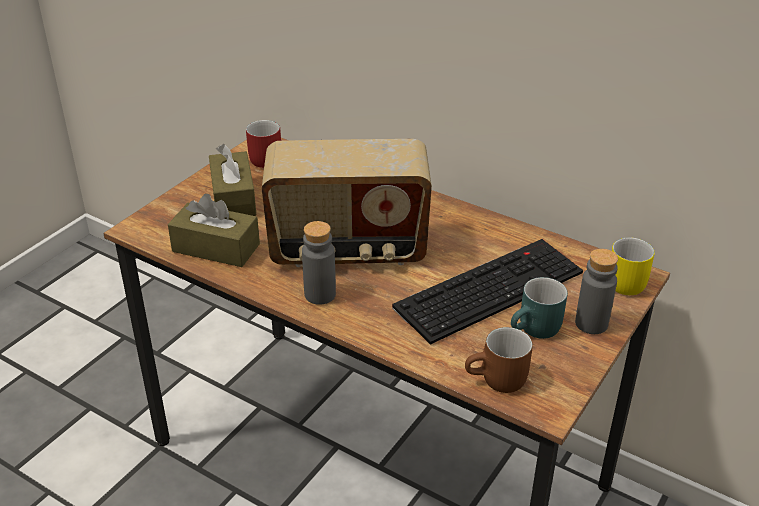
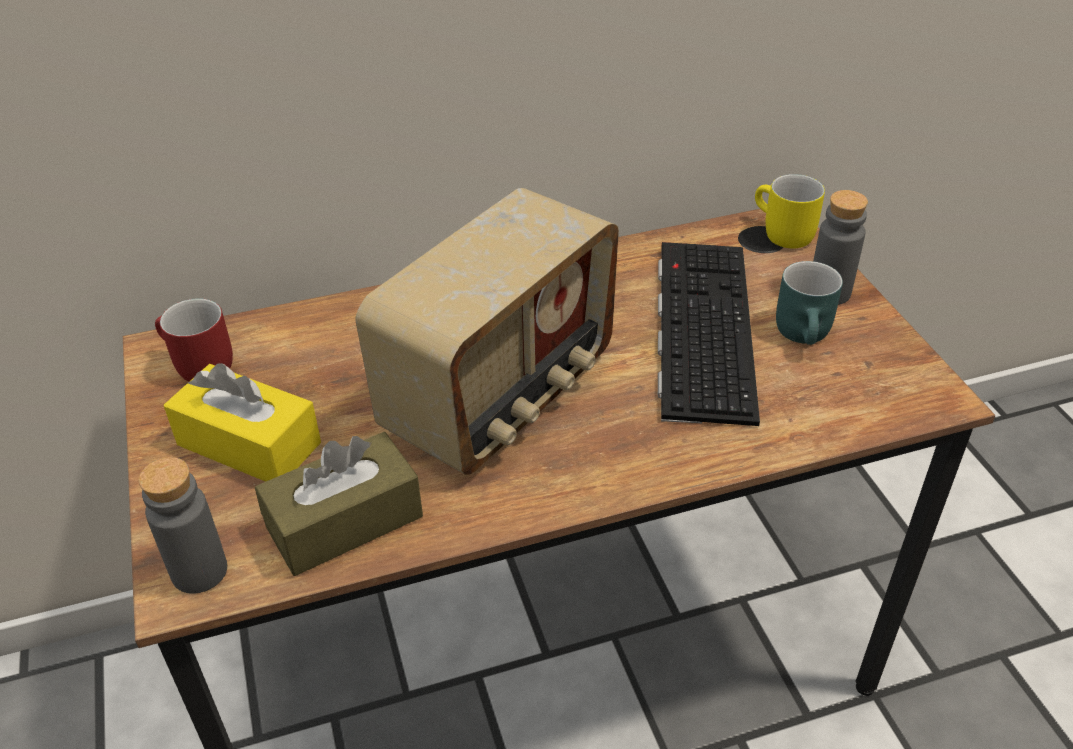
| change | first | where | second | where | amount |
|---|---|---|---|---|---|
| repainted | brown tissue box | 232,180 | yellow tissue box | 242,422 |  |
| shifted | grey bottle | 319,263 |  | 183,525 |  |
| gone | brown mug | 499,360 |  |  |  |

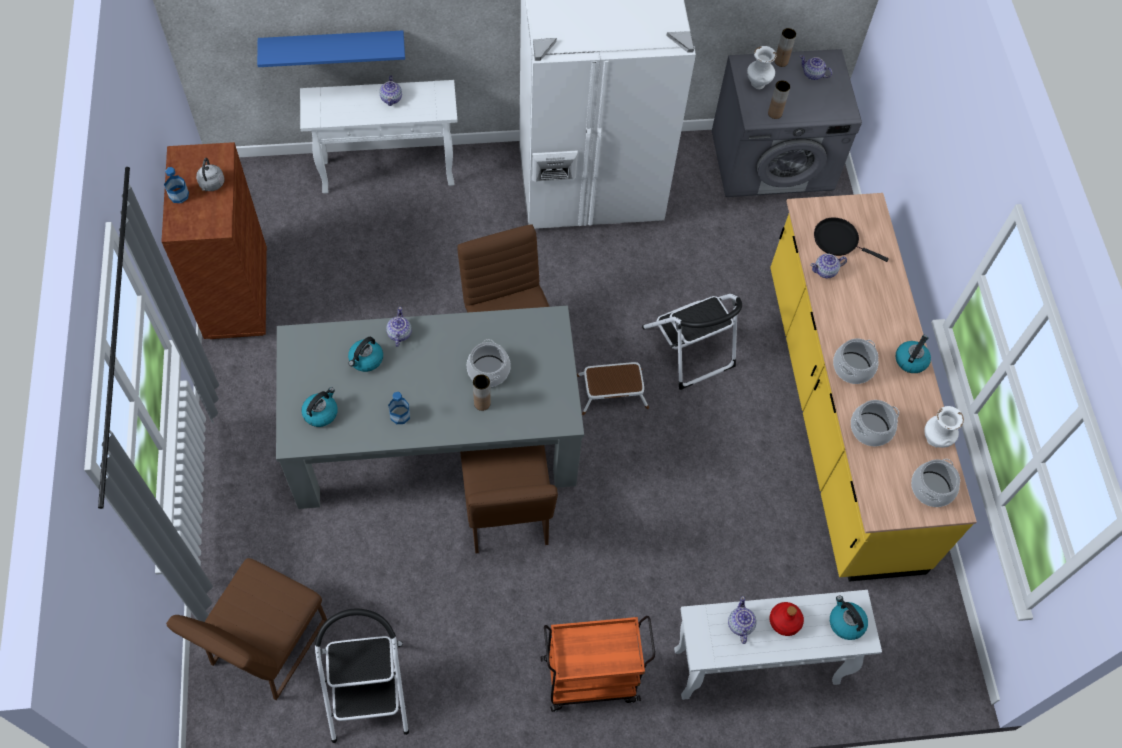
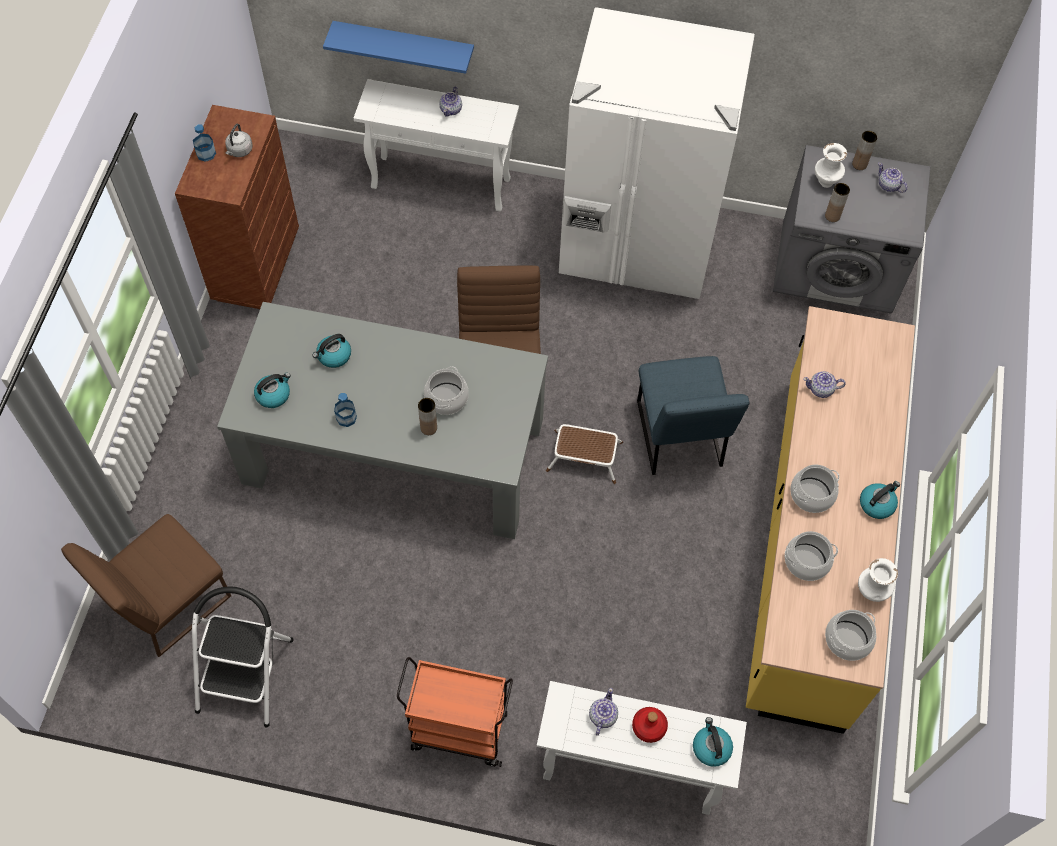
| change | first | where | second | where | amount |
|---|---|---|---|---|---|
| gone | teapot | 399,327 |  |  |  |
| gone | brown chair | 509,499 |  |  |  |
| swapped | step ladder | 692,342 | blue chair | 693,415 |  |
| gone | black frying pan | 851,239 |  |  |  |

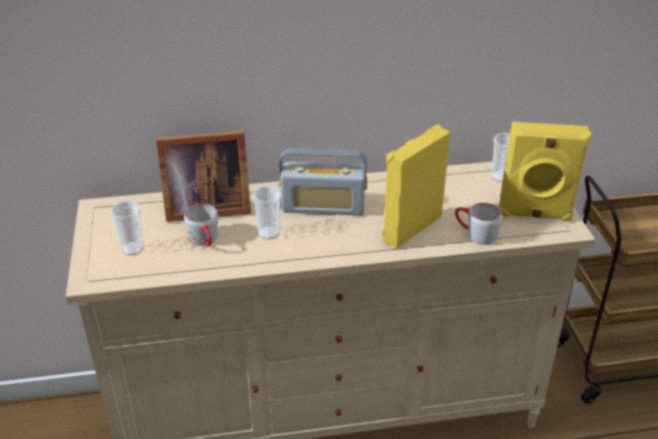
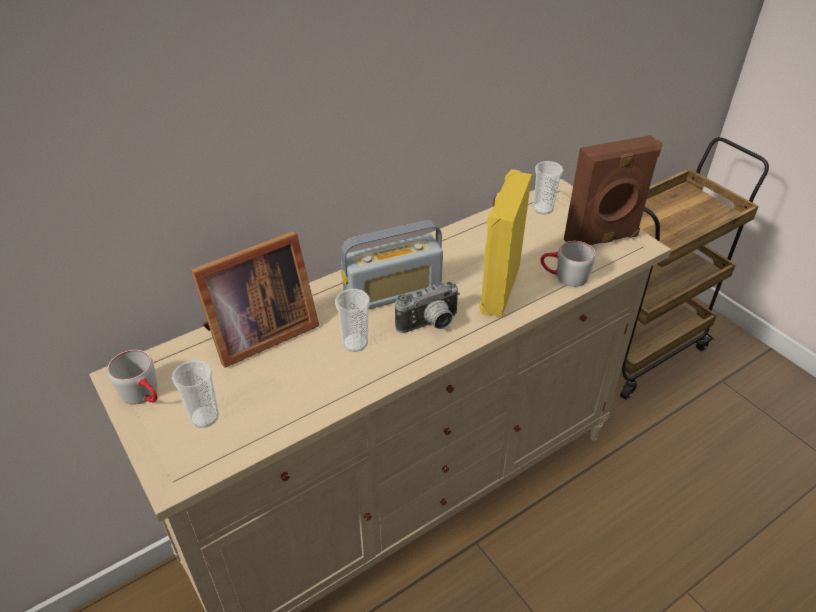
| change | first | where | second | where | amount |
|---|---|---|---|---|---|
| shifted | grey mug | 201,224 |  | 133,377 |  |
| repainted | yellow speaker | 545,171 | brown speaker | 613,190 |  |
| new |  |  | photo camera | 427,307 |  |

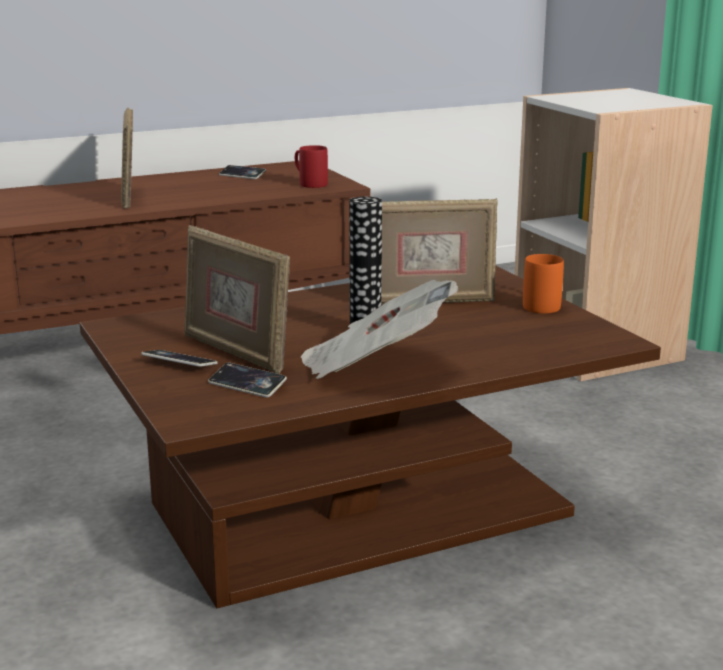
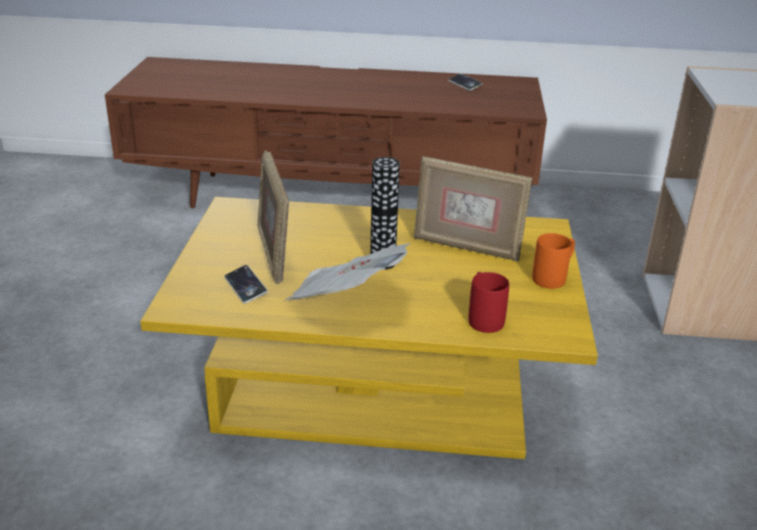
| change | first | where | second | where | amount |
|---|---|---|---|---|---|
| repainted | brown coffee table | 370,437 | yellow coffee table | 369,328 |  |
| gone | picture frame | 127,158 |  |  |  |
| gone | phone | 179,358 |  |  |  |
| shifted | red mug | 311,166 |  | 488,302 |  |

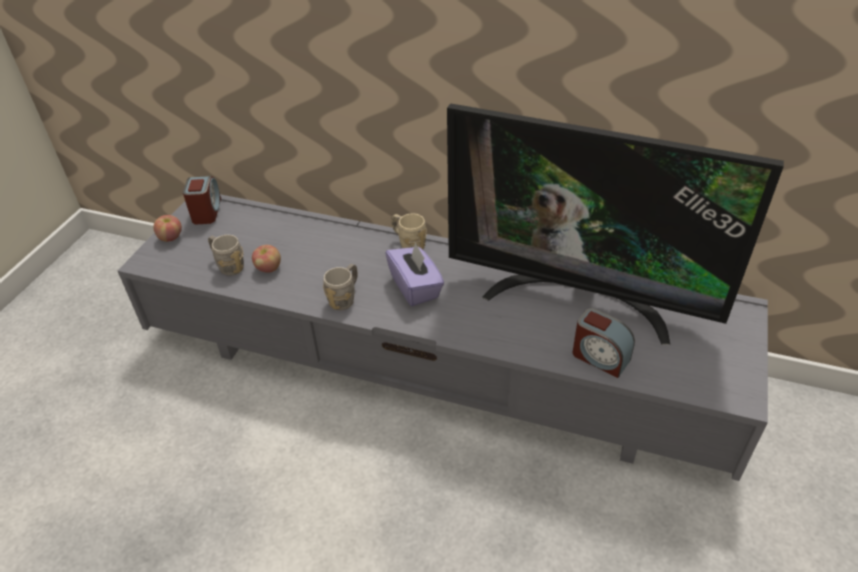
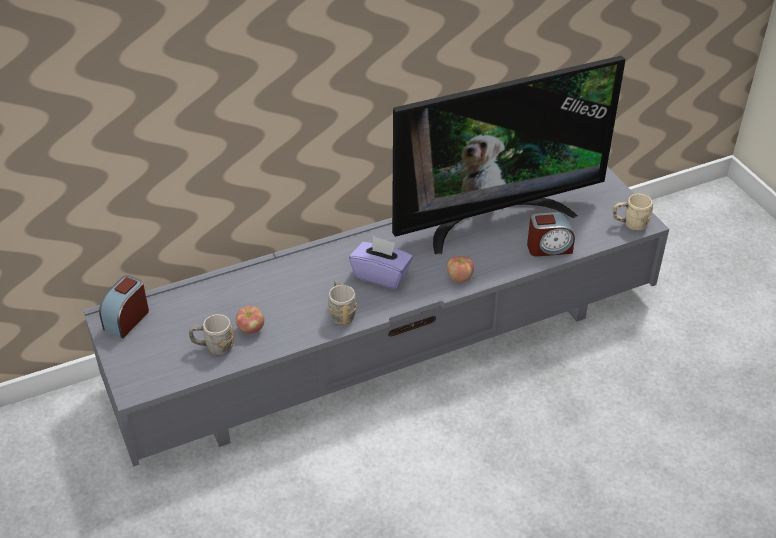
| change | first | where | second | where | amount |
|---|---|---|---|---|---|
| shifted | apple | 167,228 |  | 460,269 |  |
| rotated | alarm clock | 202,200 |  | 124,307 | 105 degrees counterclockwise |
| shifted | beige mug | 409,231 |  | 633,212 |  |

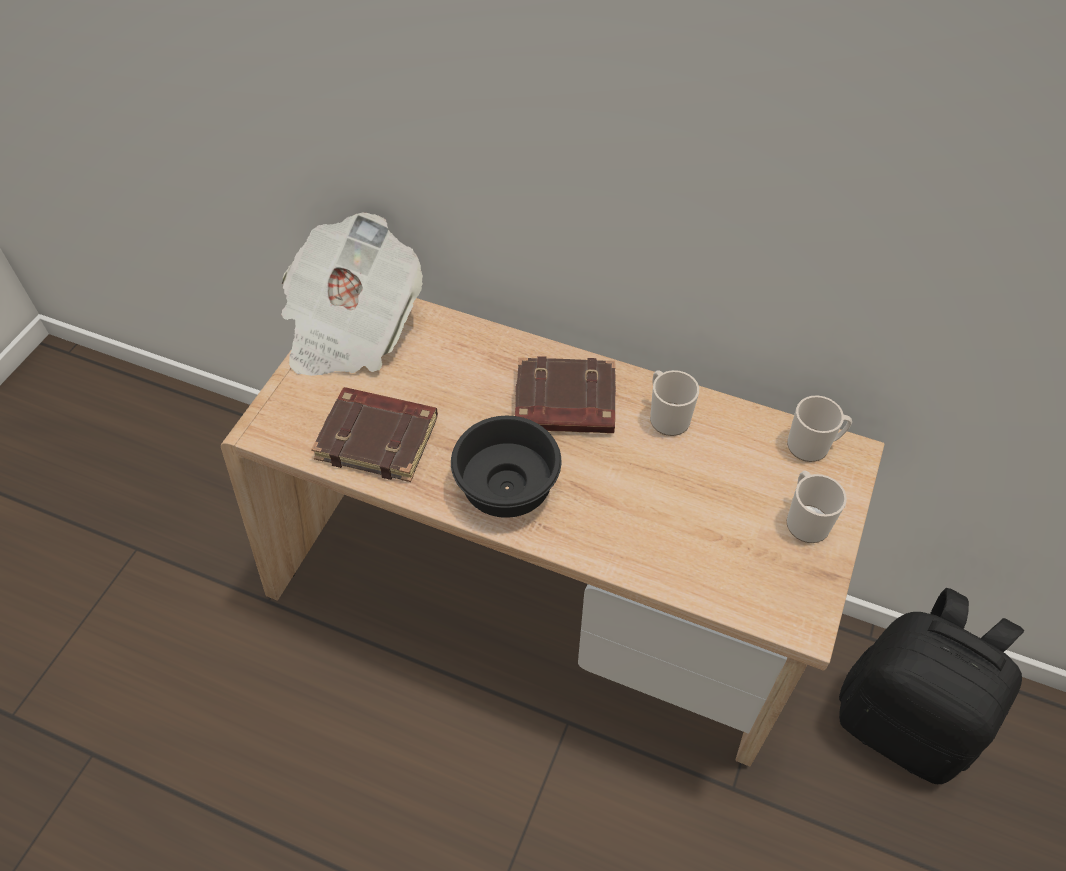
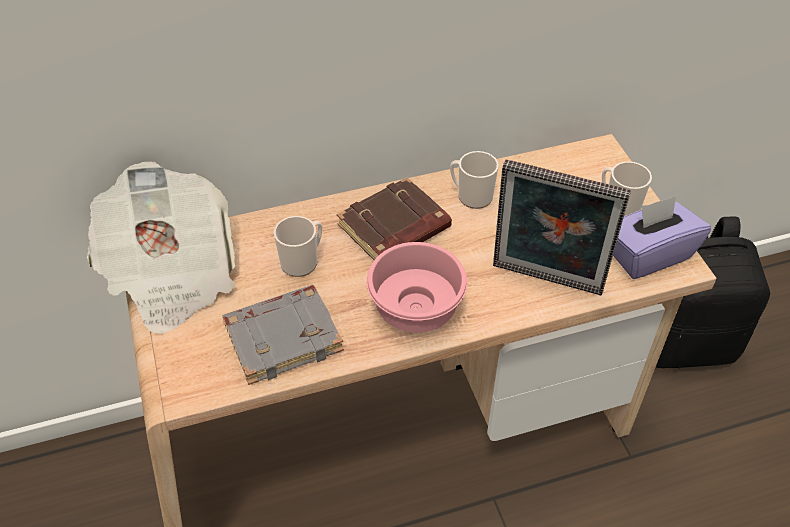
| change | first | where | second | where | amount |
|---|---|---|---|---|---|
| repainted | brown book | 374,434 | grey book | 283,335 |  |
| repainted | black bowl | 506,467 | pink bowl | 417,287 |  |
| shifted | mug | 819,429 |  | 298,246 |  |
| new |  |  | picture frame | 562,227 |  |
| new |  |  | purple tissue box | 662,237 |  |

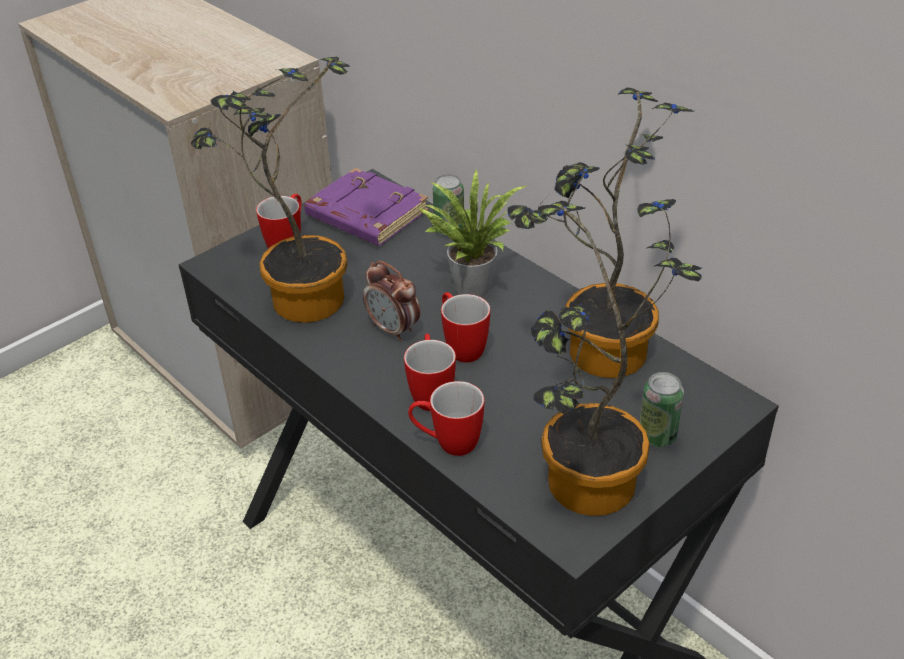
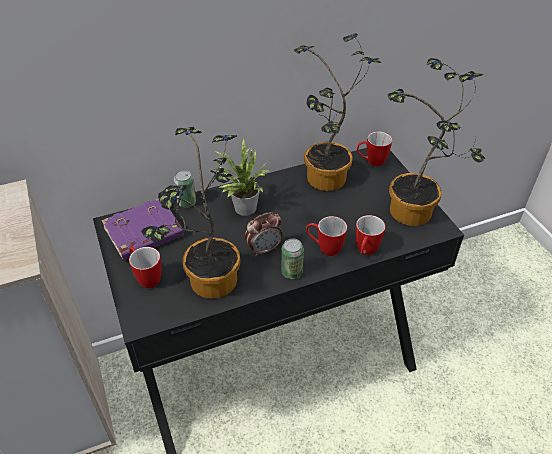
| change | first | where | second | where | amount |
|---|---|---|---|---|---|
| shifted | mug | 465,327 |  | 374,149 |  |
| shifted | can | 661,409 |  | 292,258 |  |

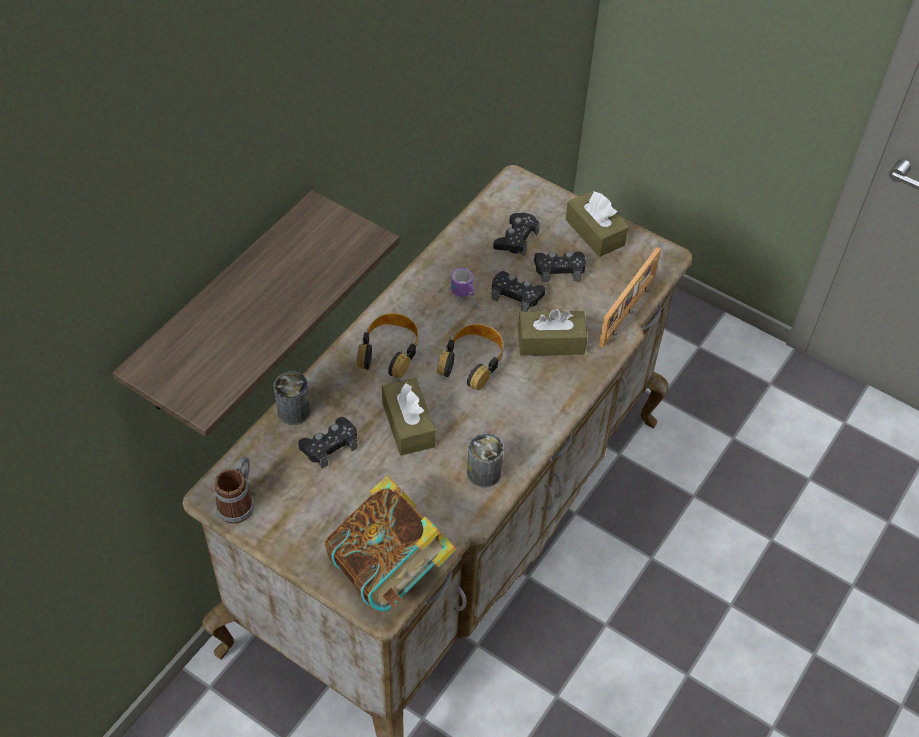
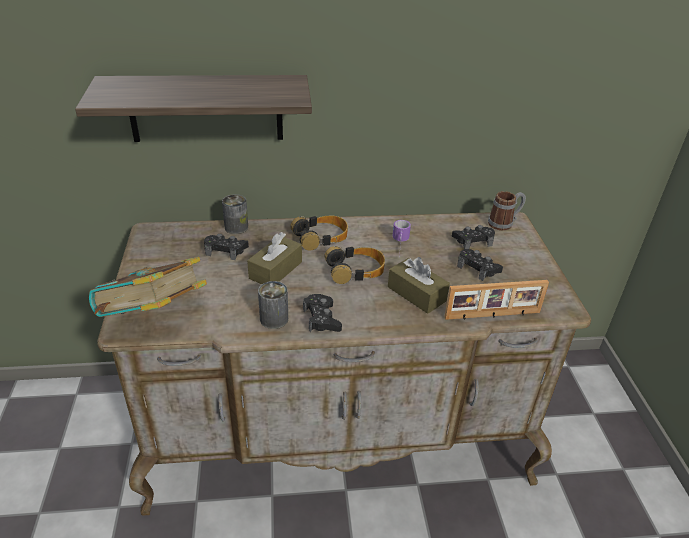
| change | first | where | second | where | amount |
|---|---|---|---|---|---|
| shifted | mug | 234,490 |  | 507,211 |  |
| shifted | black game controller | 518,291 |  | 322,313 |  |
| gone | brown tissue box | 596,223 |  |  |  |

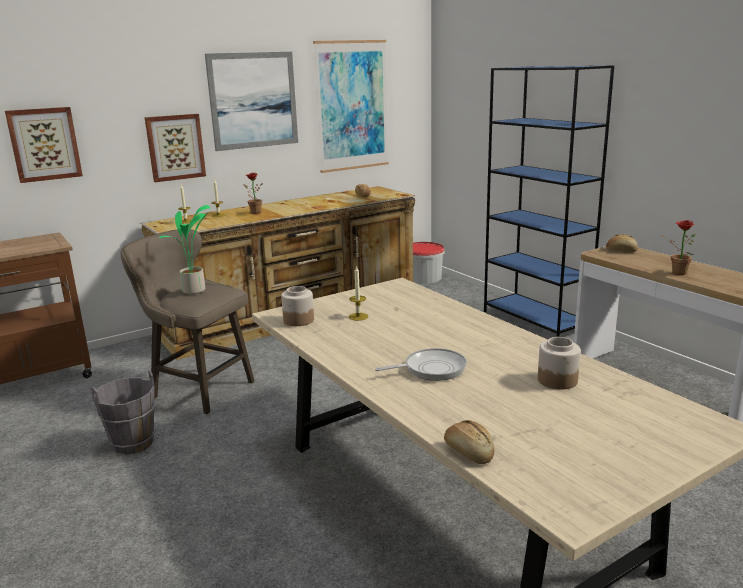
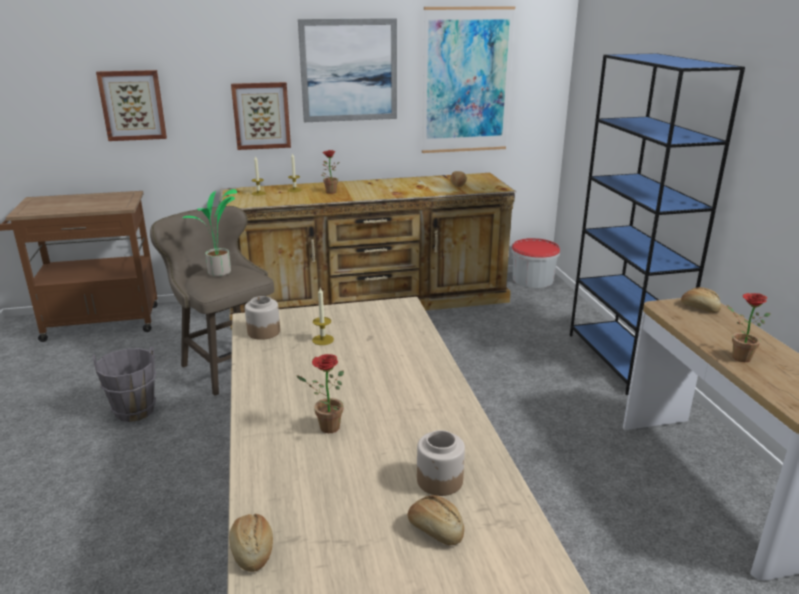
| change | first | where | second | where | amount |
|---|---|---|---|---|---|
| swapped | frying pan | 421,364 | potted plant | 320,393 |  |
| new |  |  | bread | 436,520 |  |

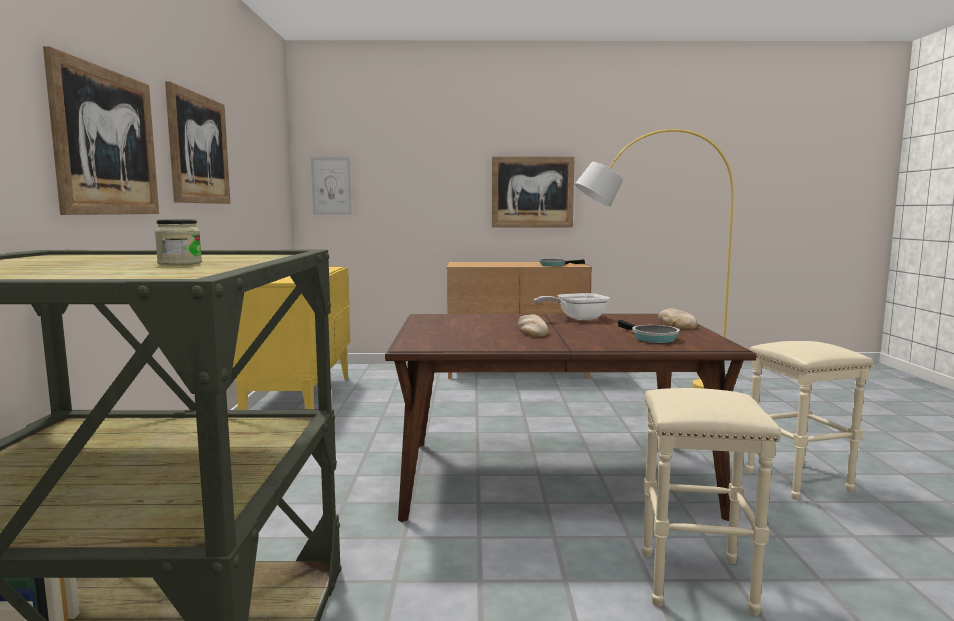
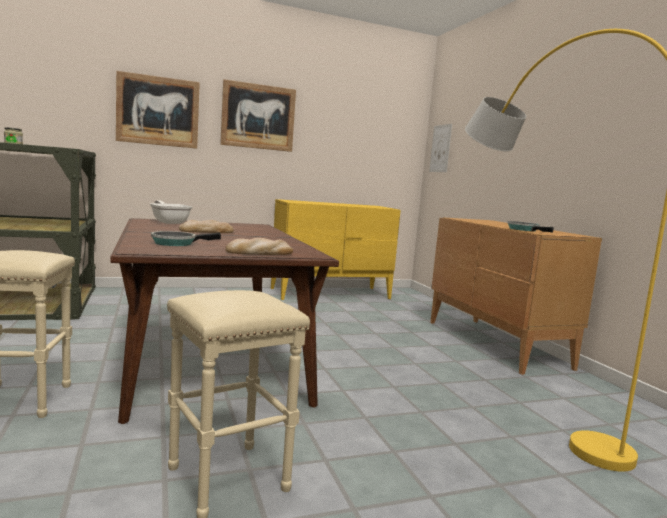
| change | first | where | second | where | amount |
|---|---|---|---|---|---|
| gone | picture | 533,191 |  |  |  |
| shifted | frying pan | 572,306 |  | 171,212 |  |

